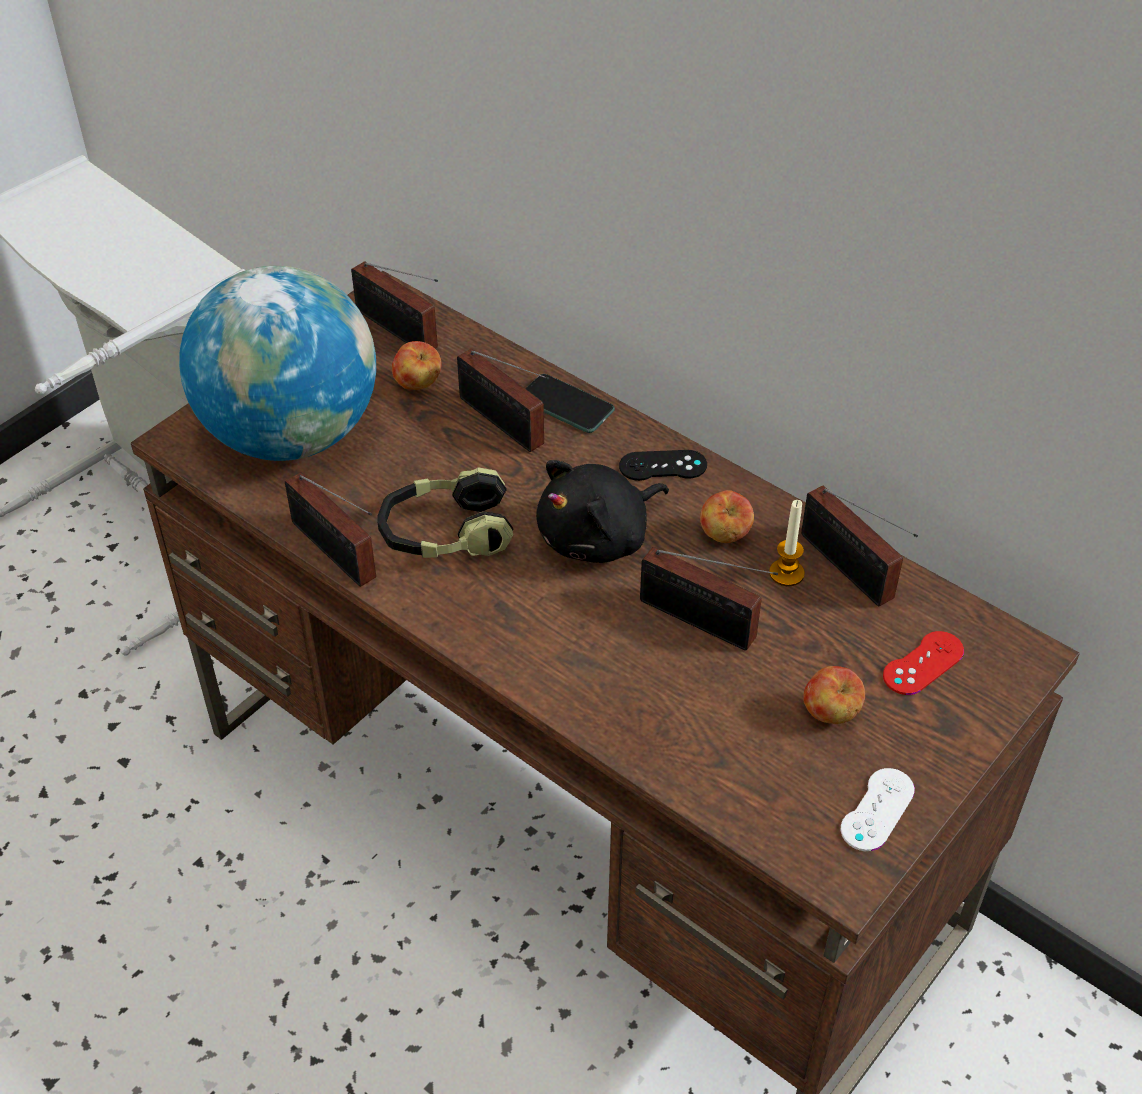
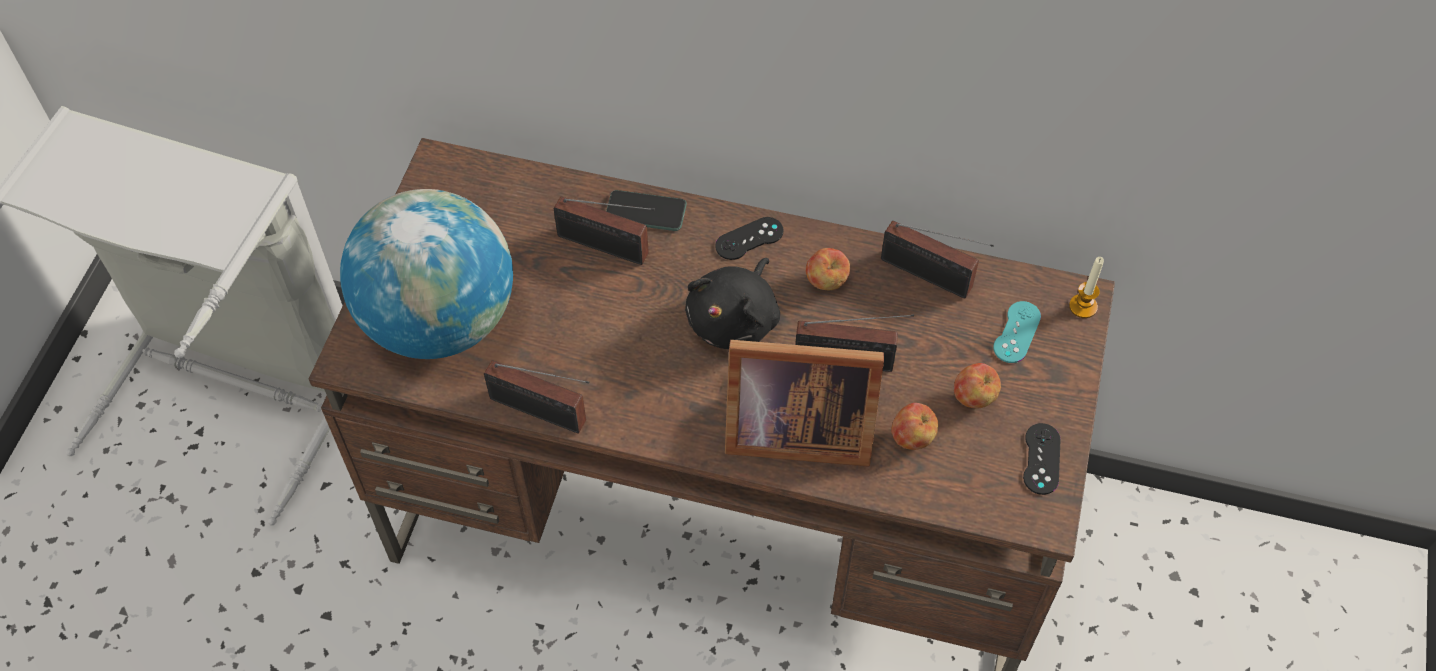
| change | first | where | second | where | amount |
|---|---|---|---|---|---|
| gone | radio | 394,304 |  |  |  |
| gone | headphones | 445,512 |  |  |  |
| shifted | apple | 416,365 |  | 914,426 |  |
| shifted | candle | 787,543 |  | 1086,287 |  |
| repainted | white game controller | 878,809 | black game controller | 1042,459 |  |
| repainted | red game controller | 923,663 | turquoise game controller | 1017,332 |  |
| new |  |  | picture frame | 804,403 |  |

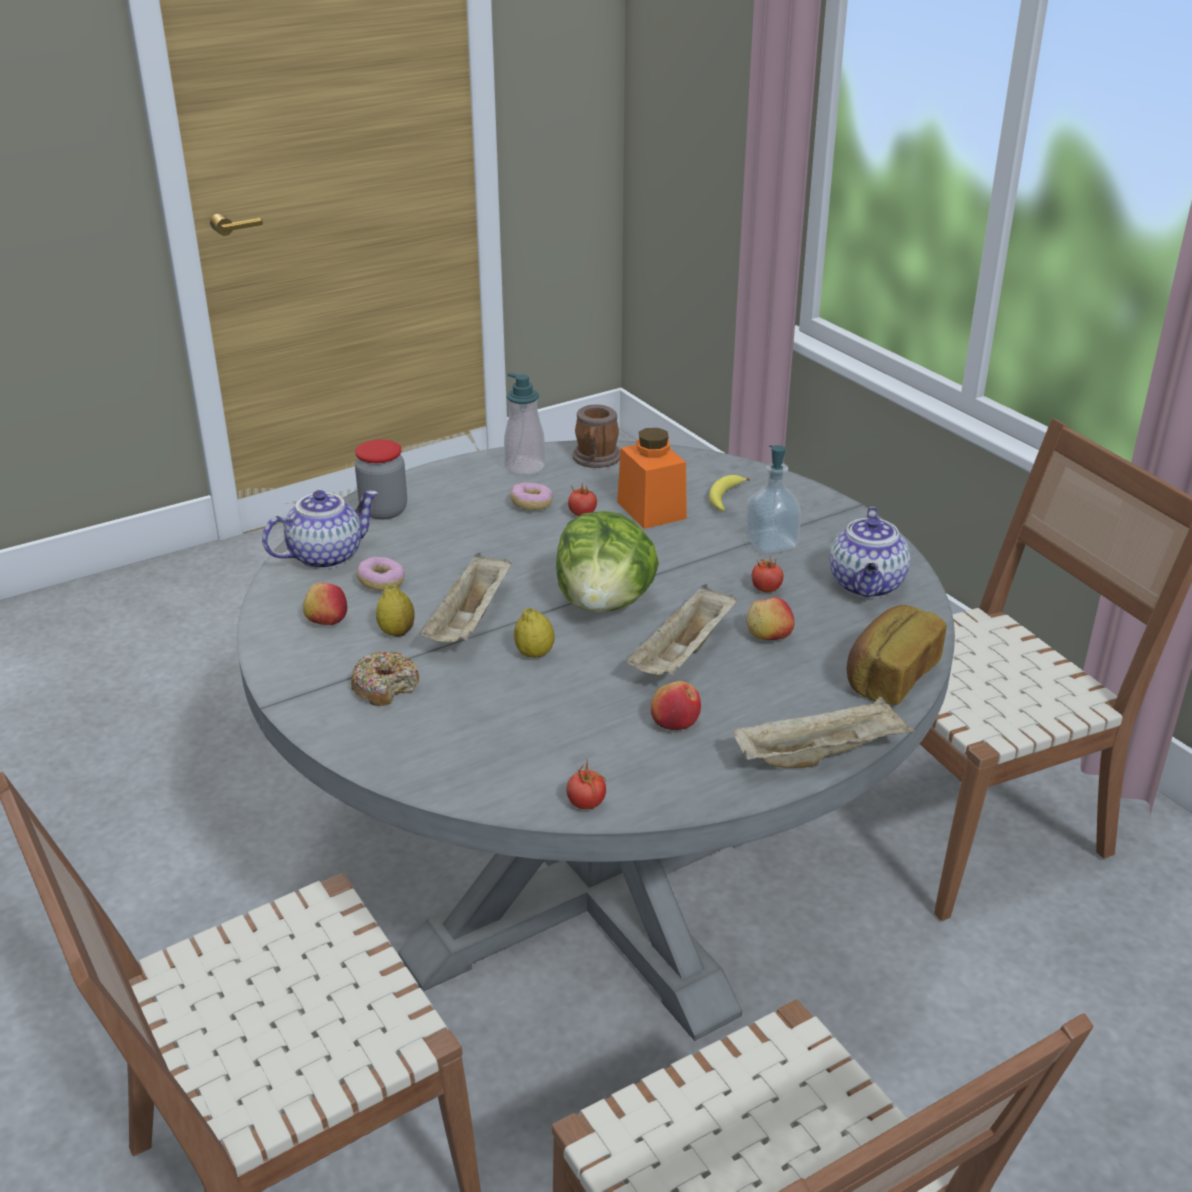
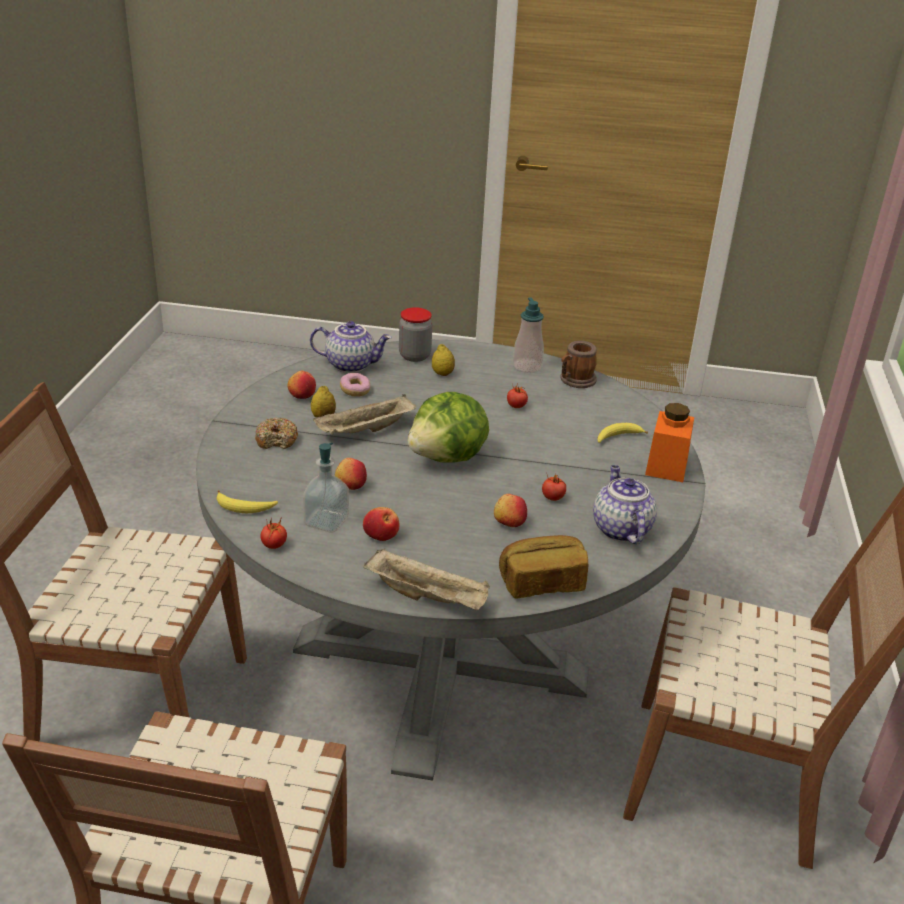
| change | first | where | second | where | amount |
|---|---|---|---|---|---|
| gone | donut | 531,496 |  |  |  |
| shifted | lemon | 534,633 |  | 443,360 |  |
| shifted | orange jar | 652,478 |  | 669,442 |  |
| gone | beige tray | 681,630 |  |  |  |
| shifted | soap dispenser | 773,499 |  | 326,488 |  |
| rotated | teapot | 870,552 |  | 625,504 | 120 degrees clockwise |
| new |  |  | banana | 247,501 |  |
| new |  |  | apple | 351,474 |  |

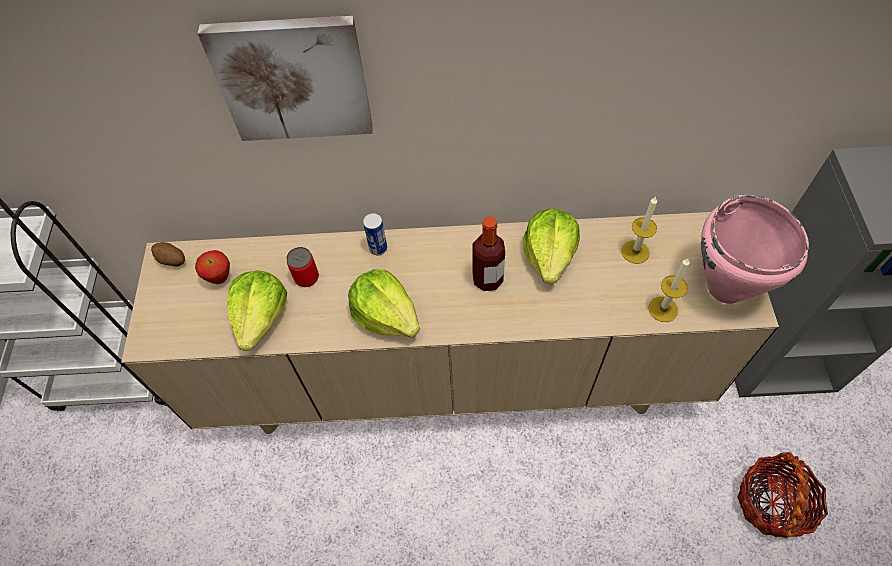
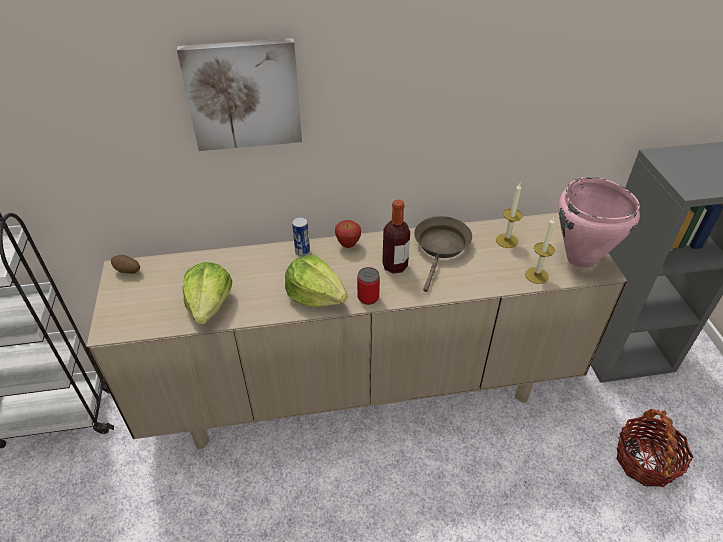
| change | first | where | second | where | amount |
|---|---|---|---|---|---|
| shifted | apple | 212,267 |  | 348,234 |  |
| shifted | can | 302,267 |  | 368,286 |  |
| swapped | lettuce | 551,246 | brown frying pan | 443,254 |  |

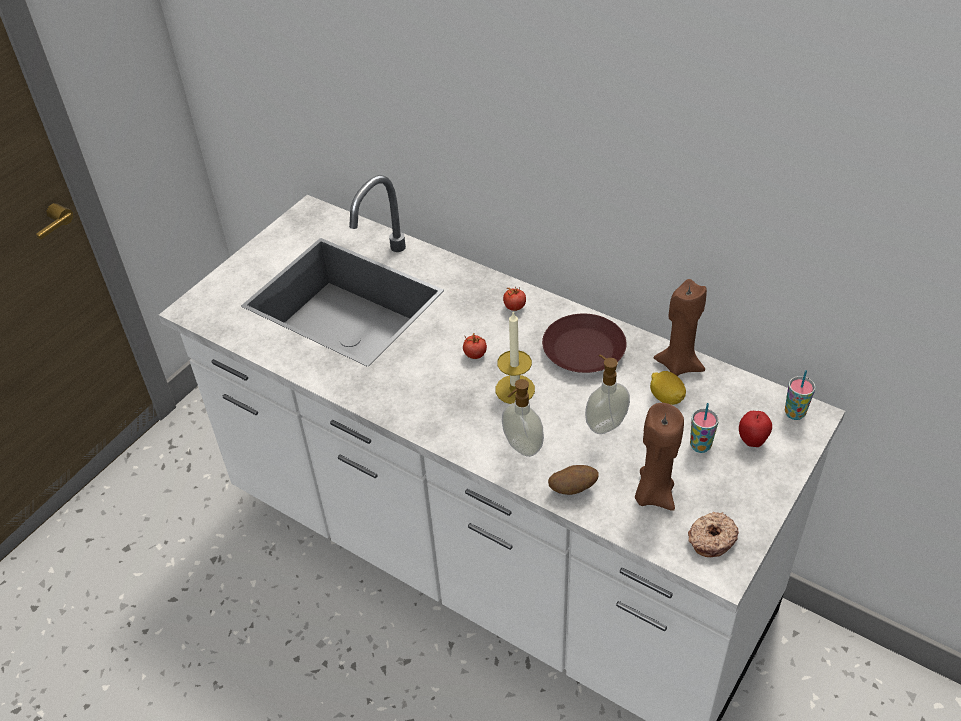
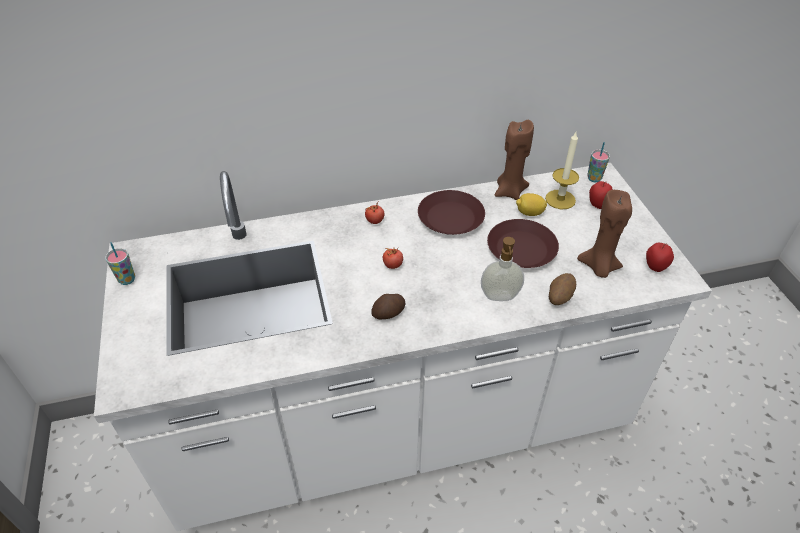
| change | first | where | second | where | amount |
|---|---|---|---|---|---|
| shifted | candle | 515,357 |  | 562,170 |  |
| swapped | soap dispenser | 607,394 | brown plate | 523,243 |  |
| swapped | donut | 713,534 | apple | 660,257 |  |
| shifted | cup | 704,428 |  | 120,263 |  |
| new |  |  | potato | 388,307 |  |

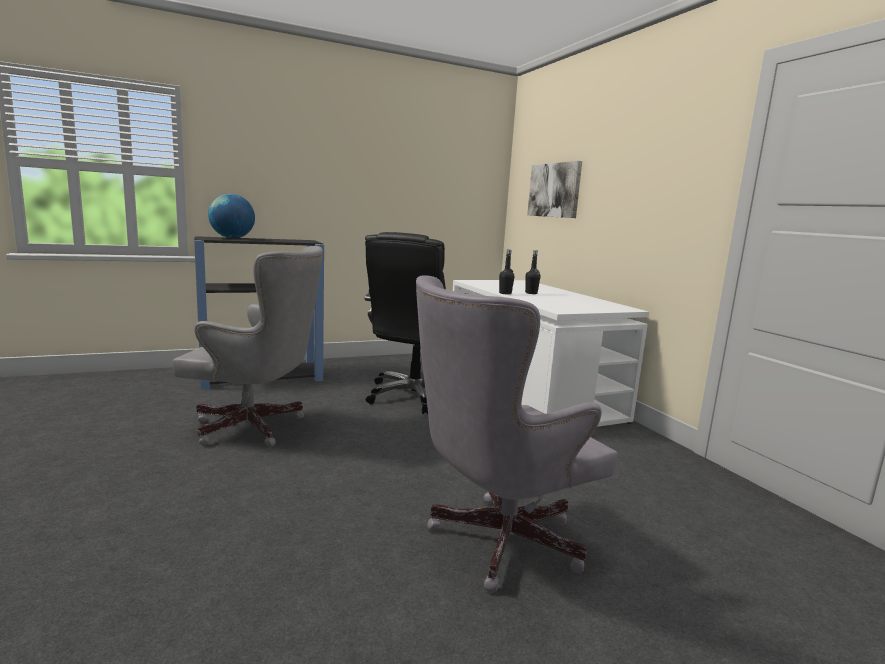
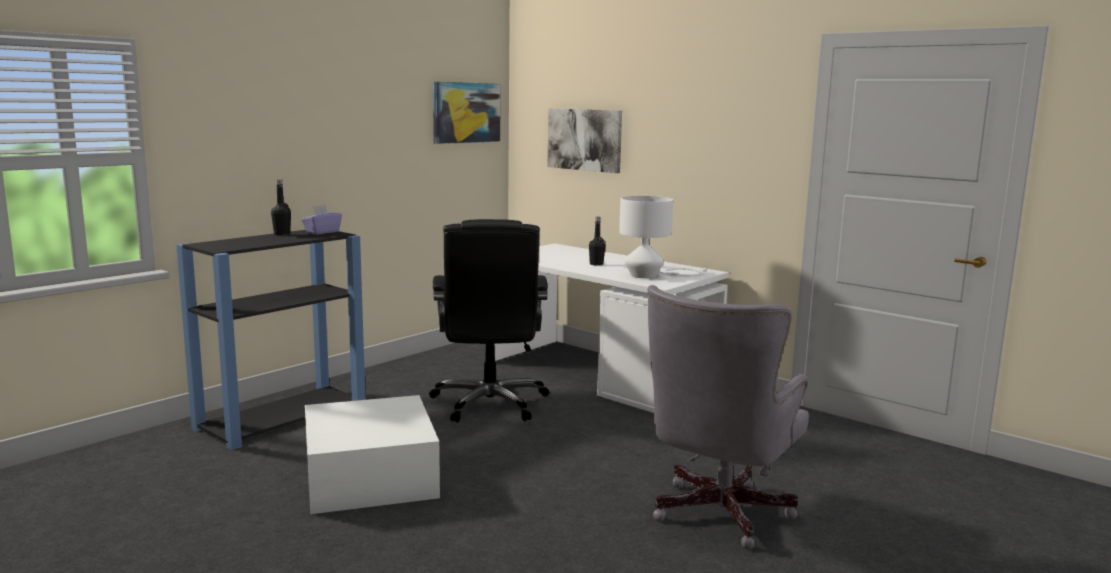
| change | first | where | second | where | amount |
|---|---|---|---|---|---|
| swapped | grey office chair | 247,346 | white storage box | 372,454 |  |
| gone | globe | 231,216 |  |  |  |
| shifted | black bottle | 507,272 |  | 281,207 |  |
| new |  |  | purple tissue box | 322,219 |  |
| new |  |  | picture | 467,113 |  |
| new |  |  | white table lamp | 663,237 |  |

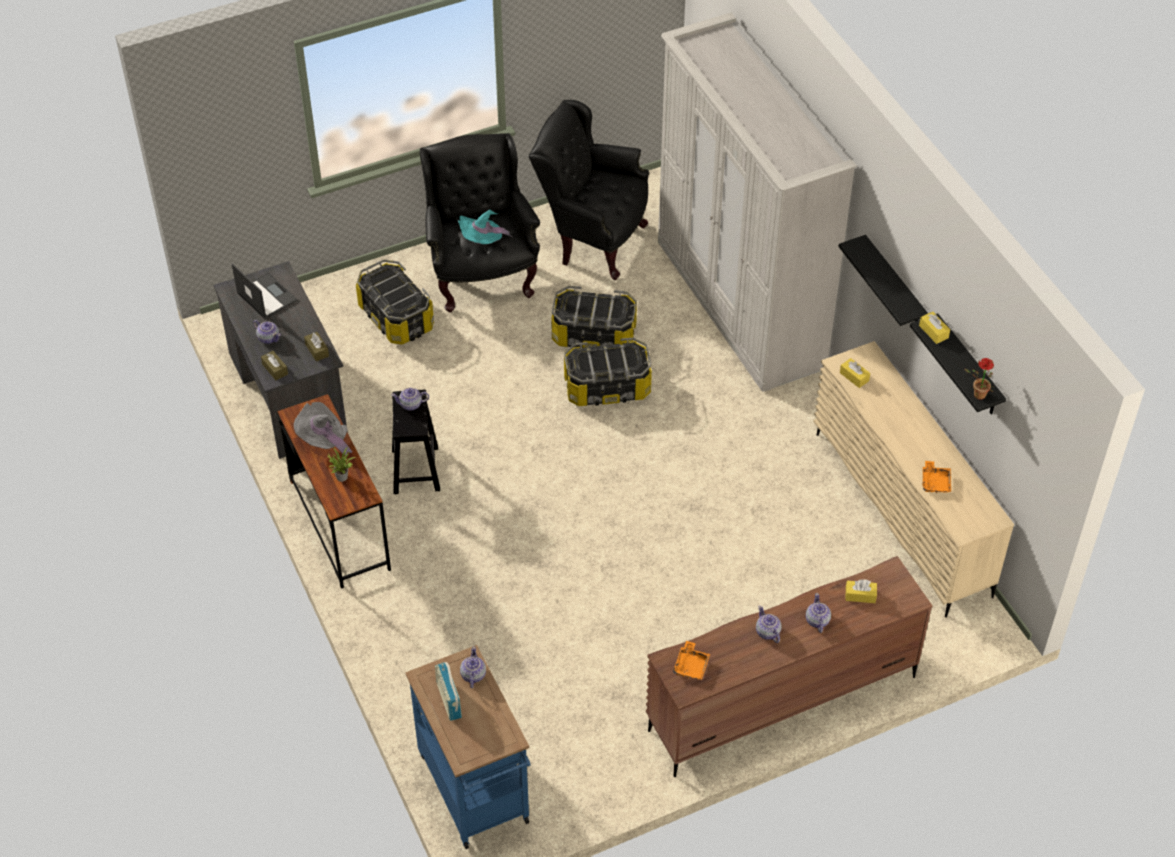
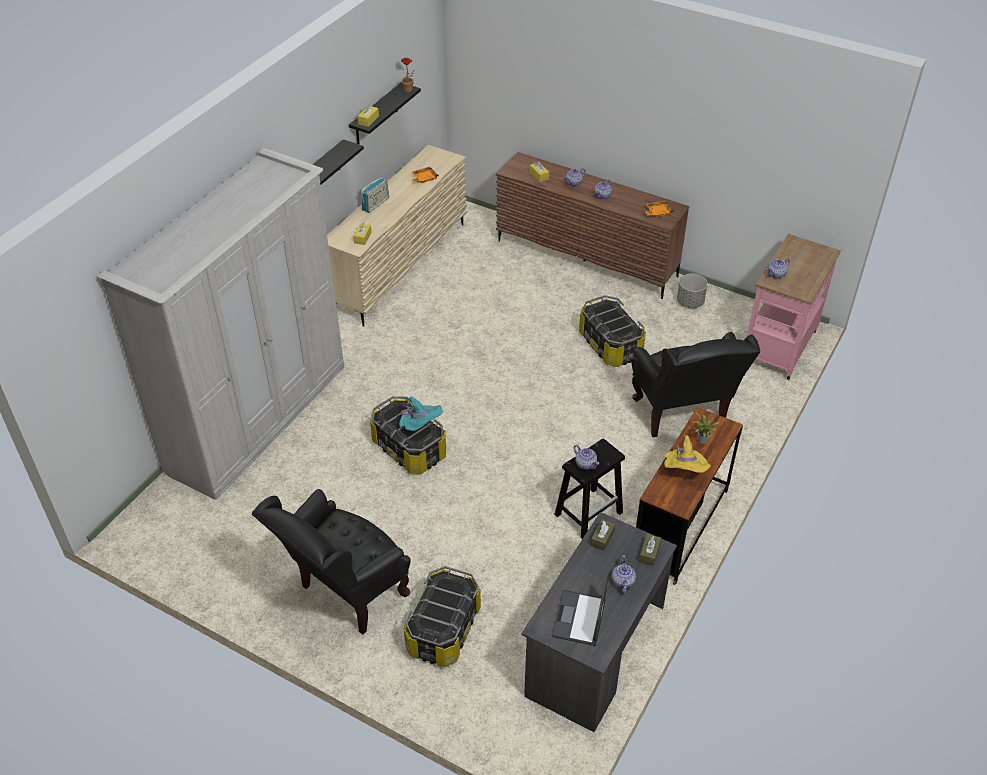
| change | first | where | second | where | amount |
|---|---|---|---|---|---|
| repainted | grey hat | 323,429 | yellow hat | 687,453 |  |
| repainted | blue cart | 468,747 | pink cart | 794,307 |  |
| shifted | radio | 448,691 |  | 375,195 |  |
| shifted | turquoise hat | 485,227 |  | 420,413 |  |
| shifted | black armchair | 588,190 |  | 695,384 |  |
| shifted | storage box | 594,317 |  | 612,331 |  |
| new |  |  | grey planter | 692,291 |  |

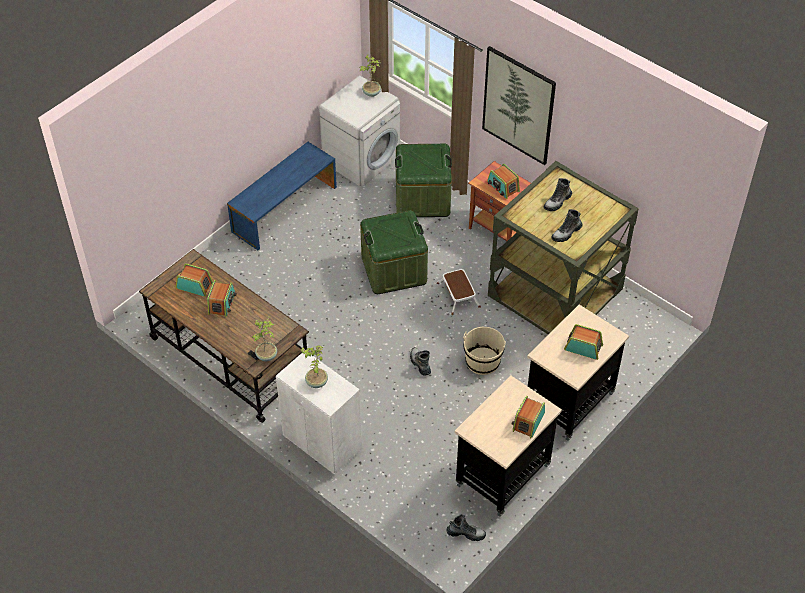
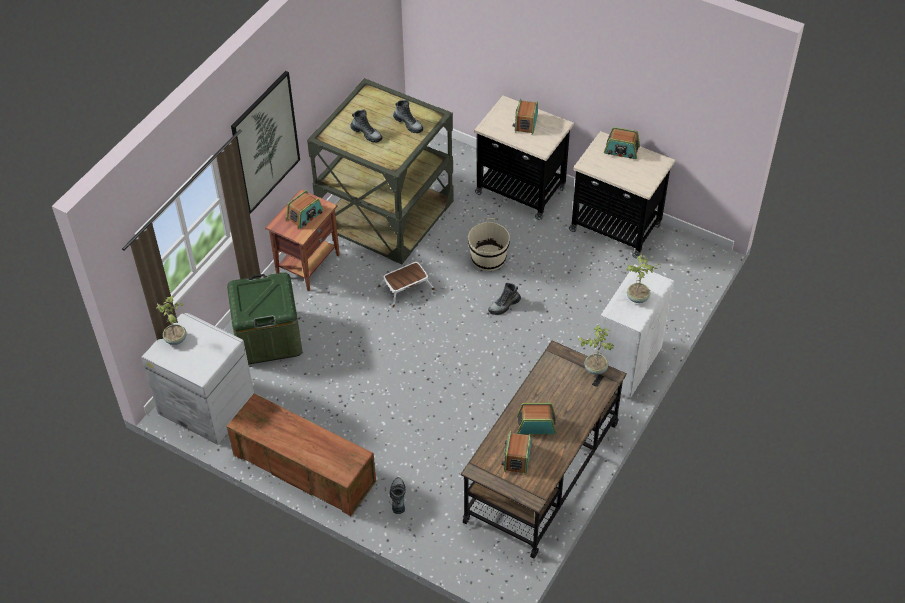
| change | first | where | second | where | amount |
|---|---|---|---|---|---|
| repainted | blue bench | 282,196 | brown bench | 301,454 |  |
| gone | green storage box | 394,252 |  |  |  |
| shifted | boot | 466,527 |  | 398,495 |  |

